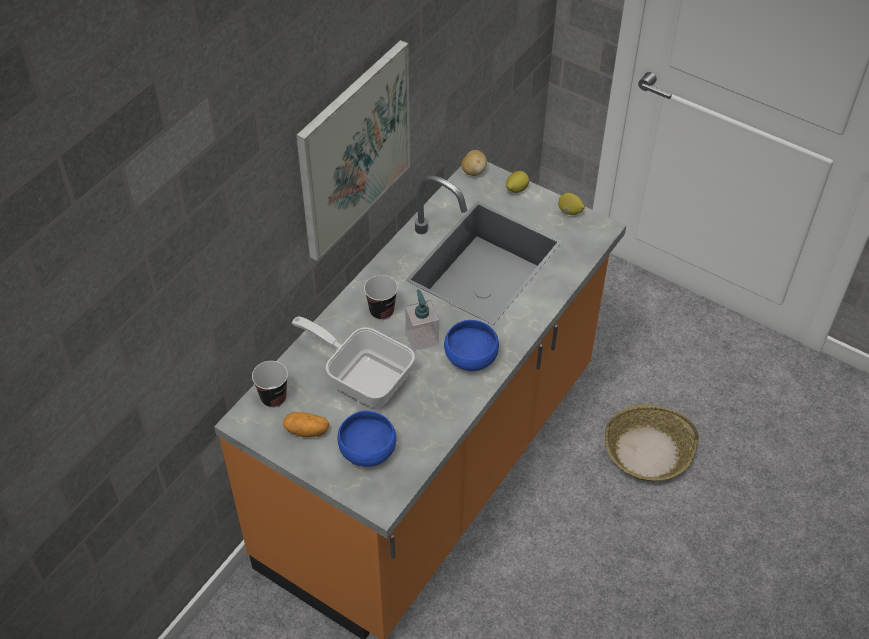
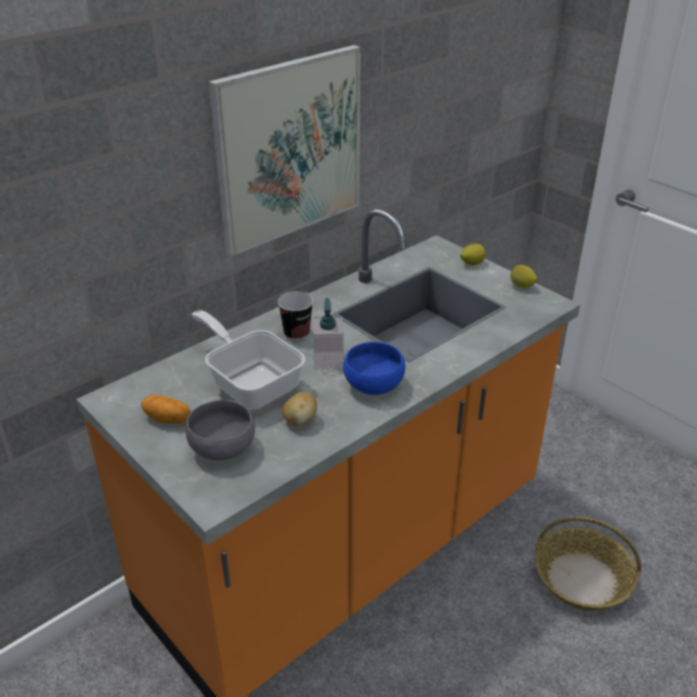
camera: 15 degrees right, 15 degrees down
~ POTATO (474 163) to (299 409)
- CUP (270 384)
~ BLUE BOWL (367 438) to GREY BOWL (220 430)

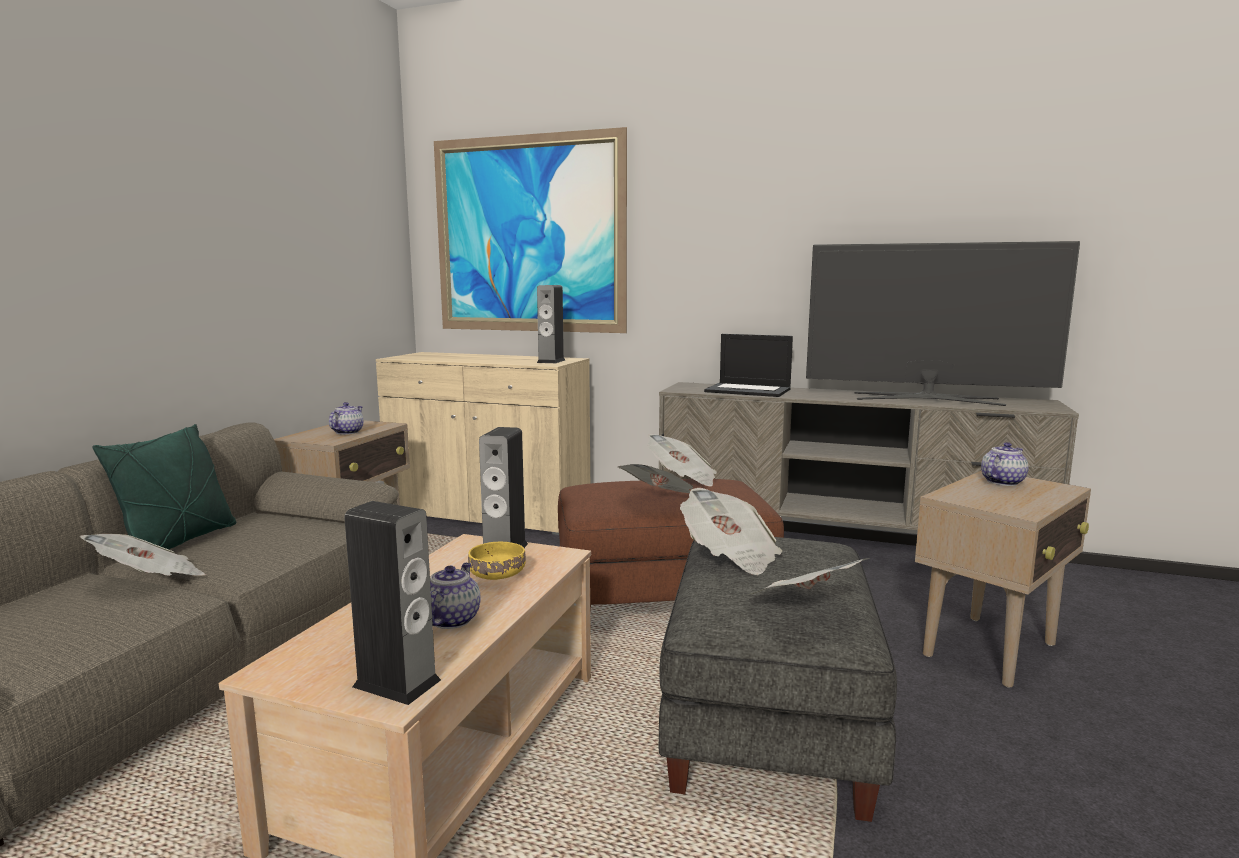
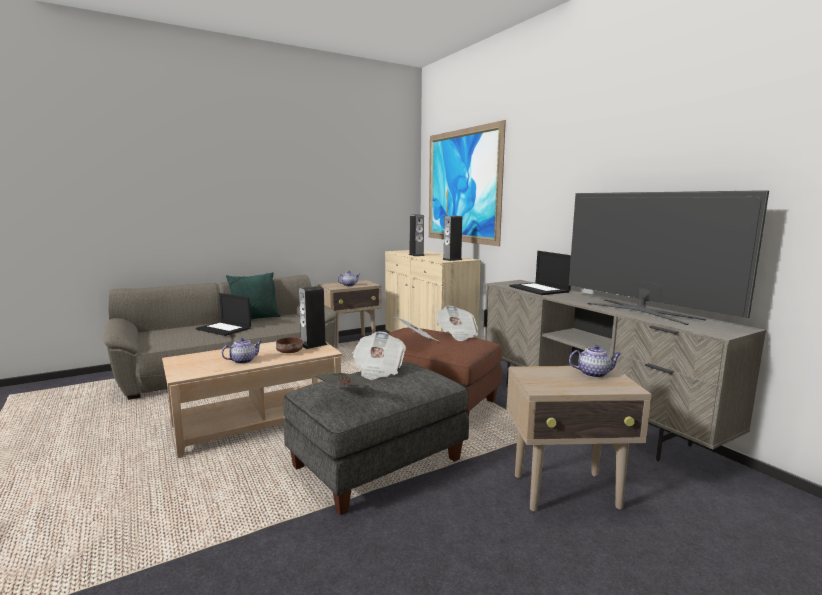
camera: 40 degrees right, 0 degrees up
~ SPEAKER (393 603) to (417 235)
~ NEWSPAPER (143 555) to LAPTOP (223 314)
~ YELLOW BOWL (497 560) to BROWN BOWL (289 345)

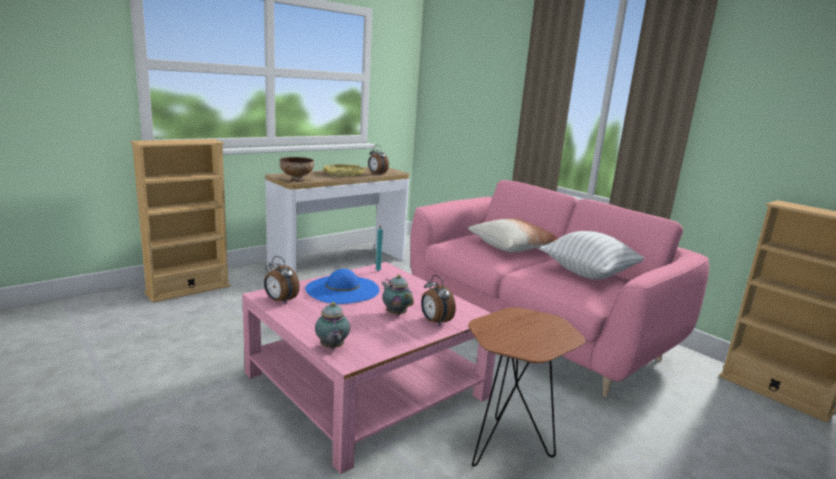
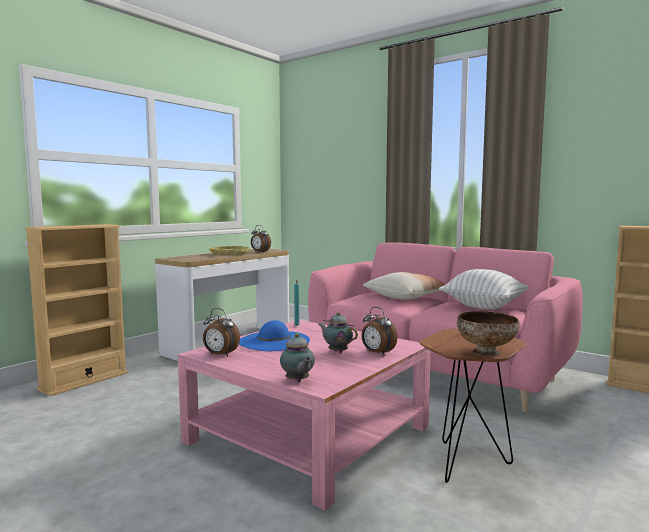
camera: 10 degrees left, 10 degrees down
~ BOWL (296 169) to (488 333)

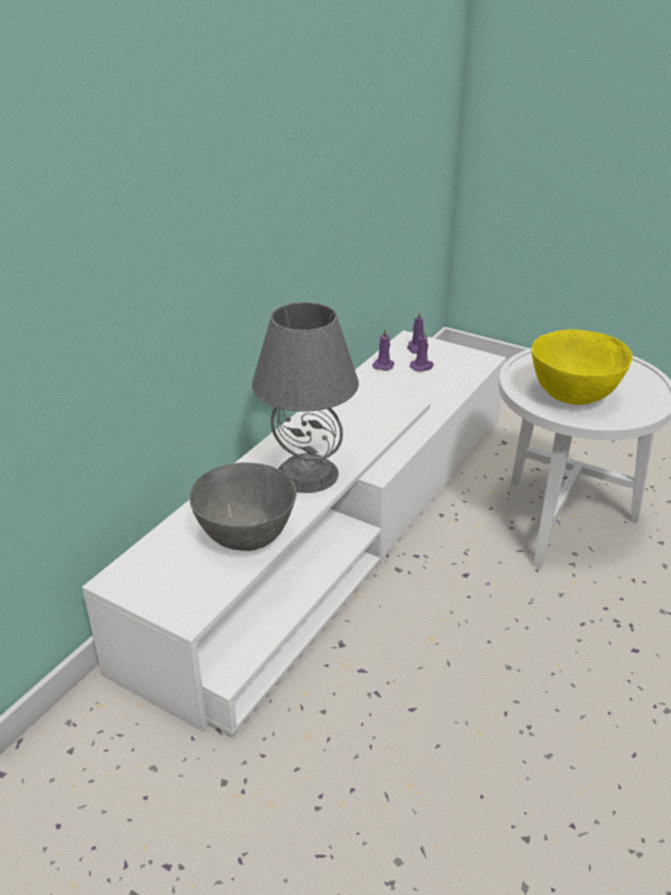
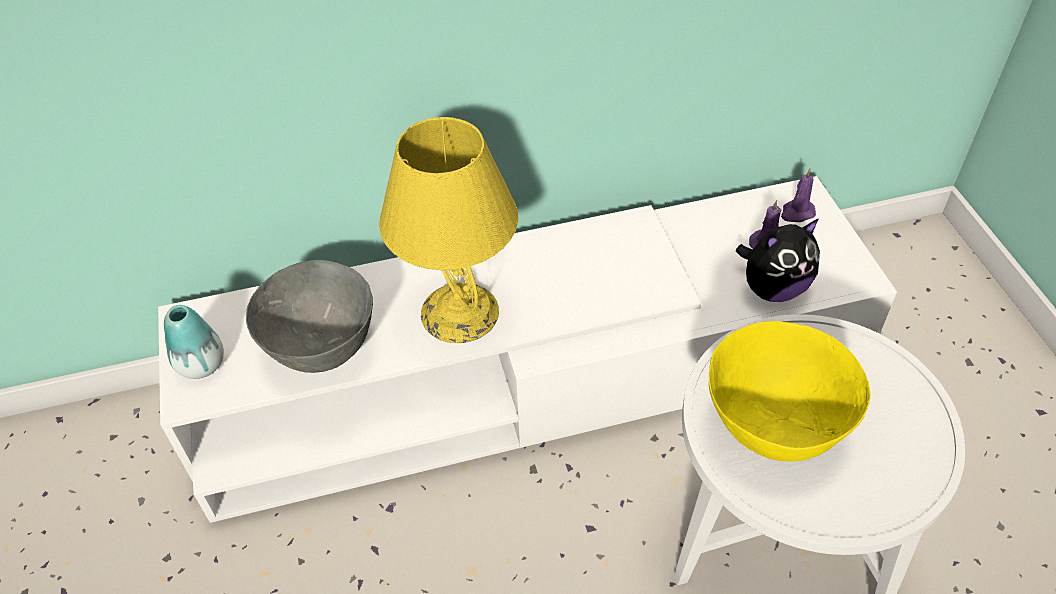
camera: 45 degrees right, 15 degrees up
~ GREY TABLE LAMP (305 397) to YELLOW TABLE LAMP (448 230)
- PURPLE CANDLE (383 350)
+ PLUSH TOY (778 260)
+ VASE (194 342)

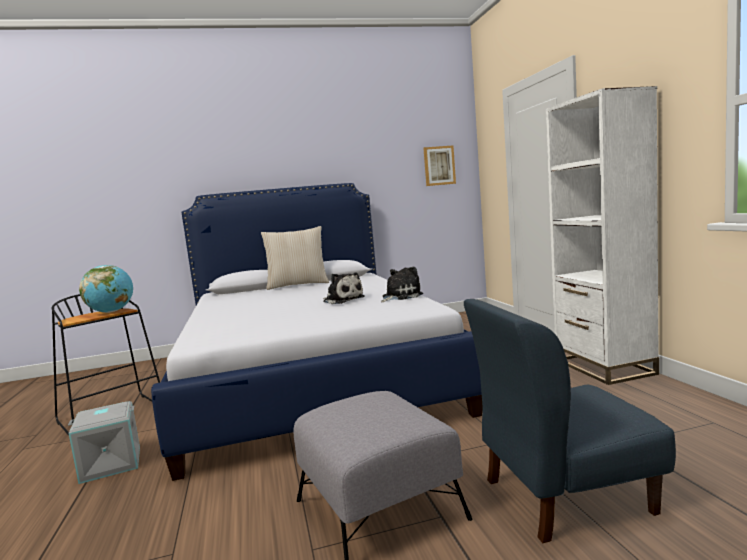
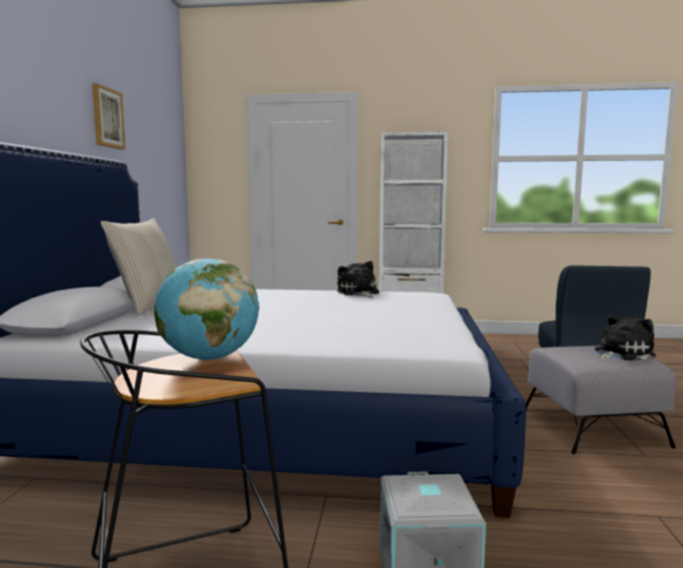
camera: 70 degrees left, 0 degrees up
~ PICTURE (439 165) to (109 116)
~ PLUSH TOY (343 288) to (625 338)

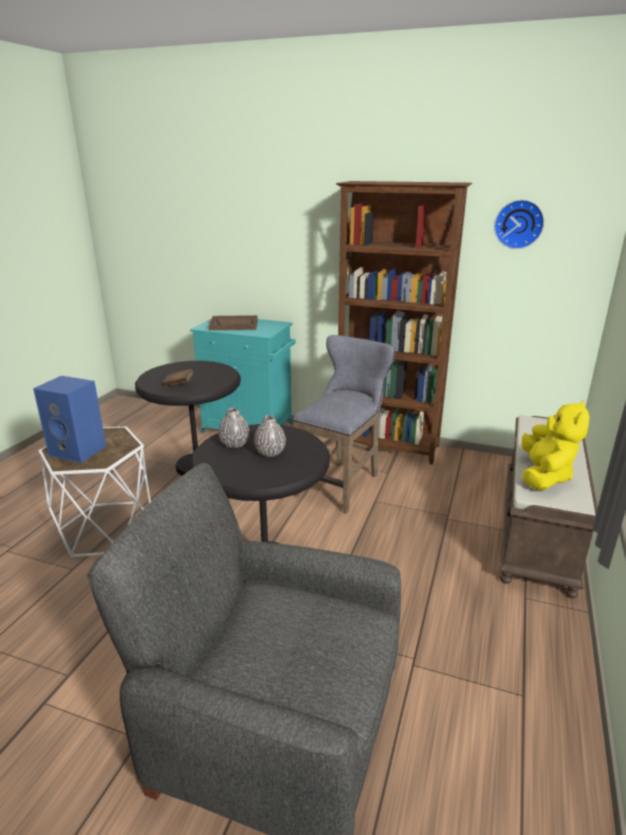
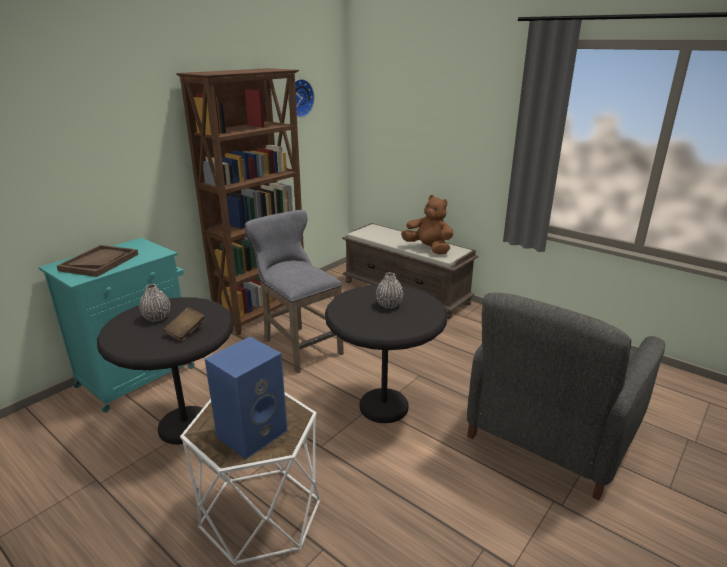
camera: 70 degrees left, 0 degrees up
~ YELLOW PLUSH TOY (556 445) to BROWN PLUSH TOY (427 224)
~ GREY VASE (234 428) to (154 303)

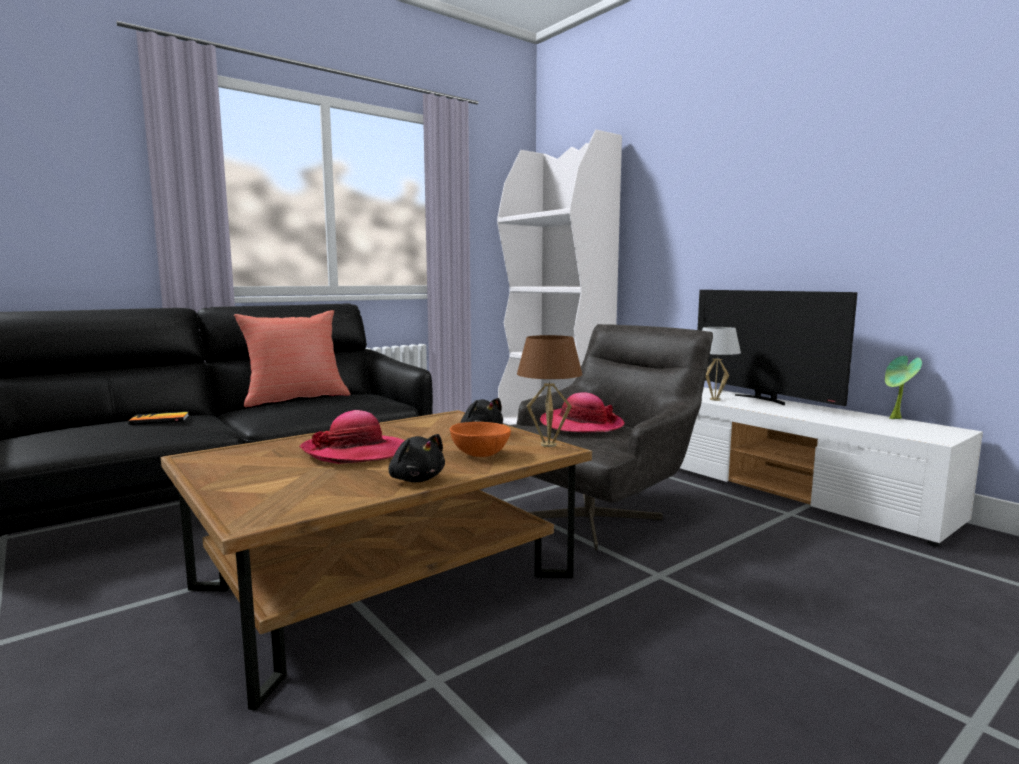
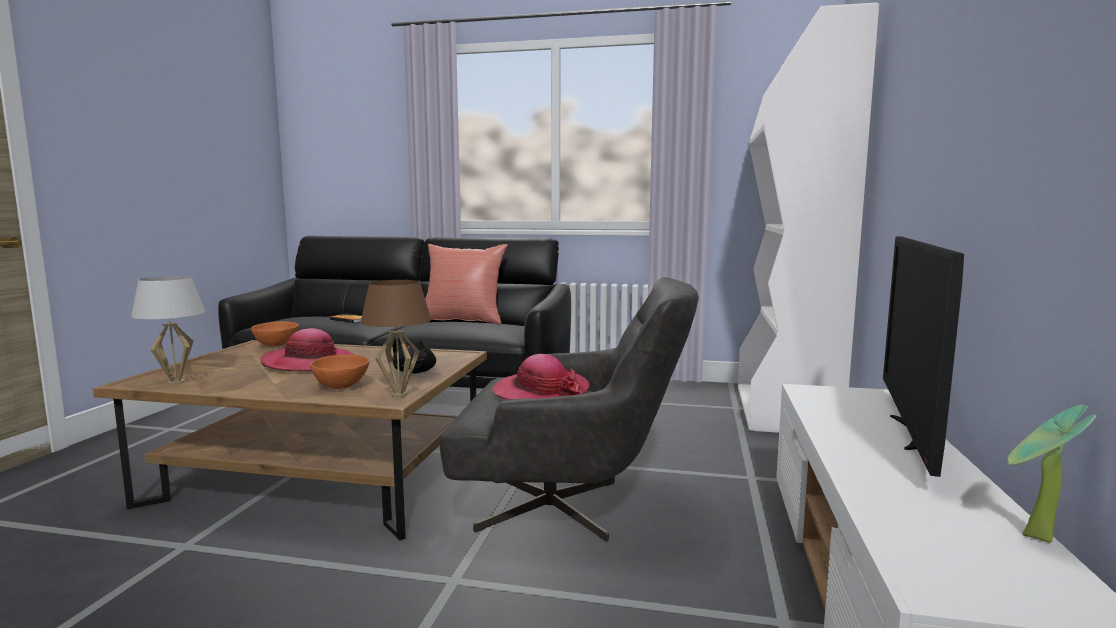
camera: 50 degrees right, 0 degrees up
~ WHITE TABLE LAMP (721 364) to (168 330)
- BLACK PLUSH TOY (417 458)
+ ORANGE BOWL (275 334)

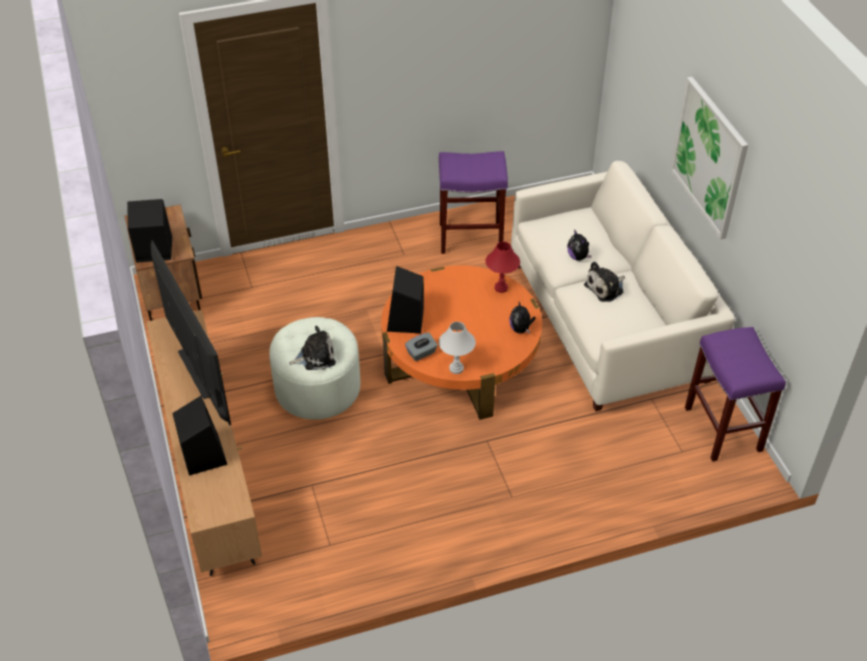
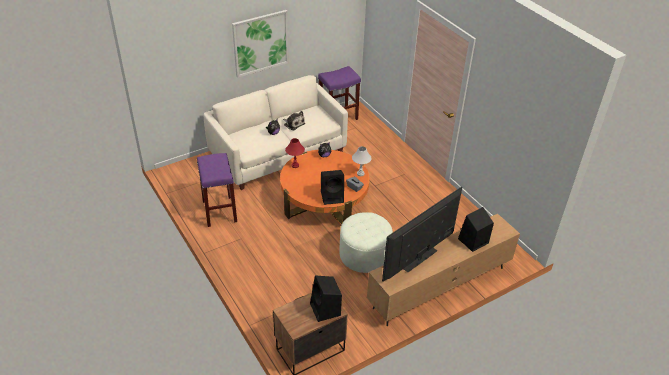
camera: 105 degrees left, 5 degrees down
- PLUSH TOY (312 348)

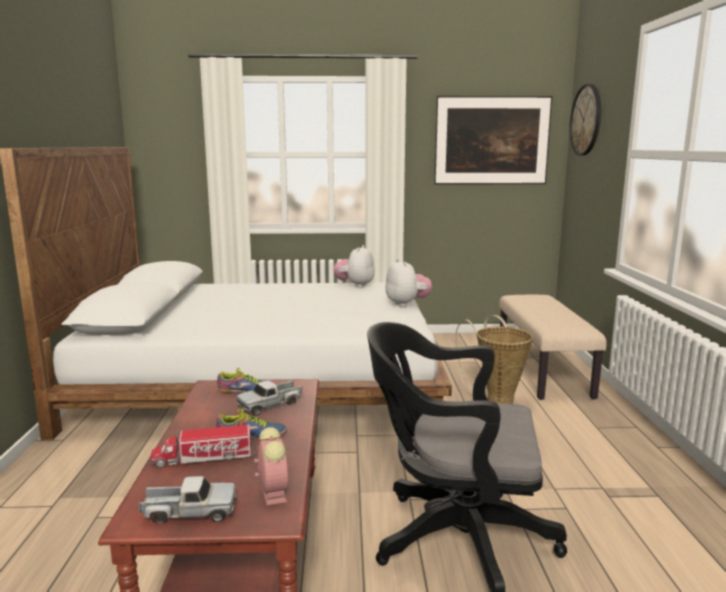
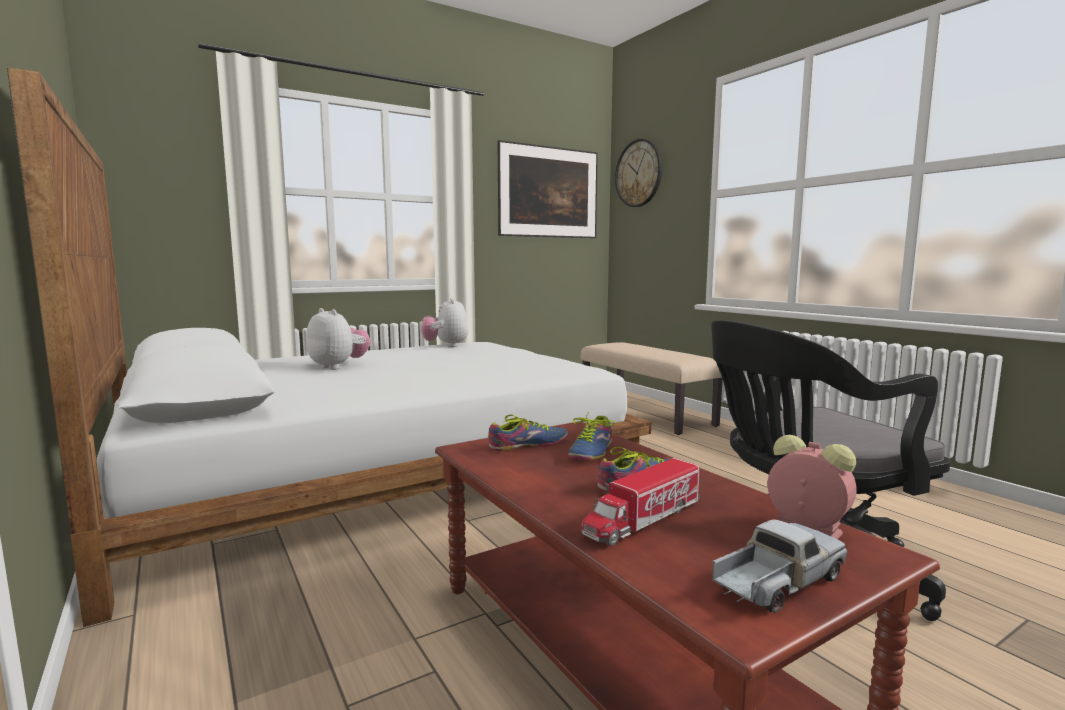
camera: 30 degrees left, 5 degrees down
~ PLUSH TOY (409 282) to (338 339)
- BASKET (494 359)
~ TOY TRUCK (269 398) to SHOE (591 435)

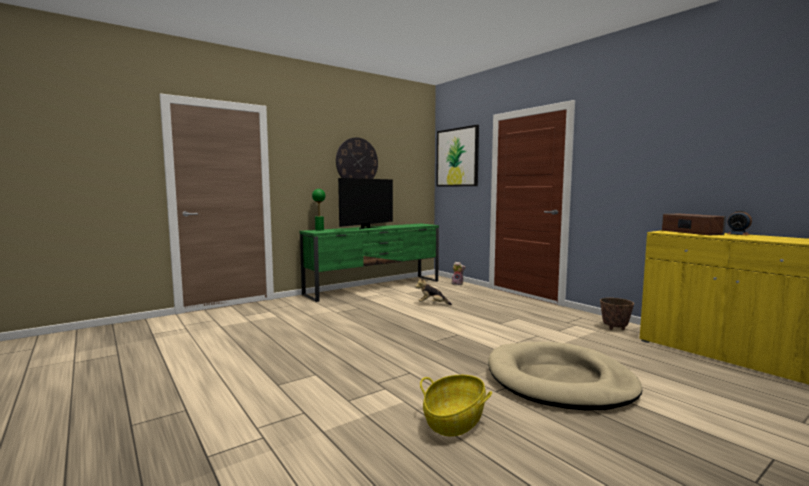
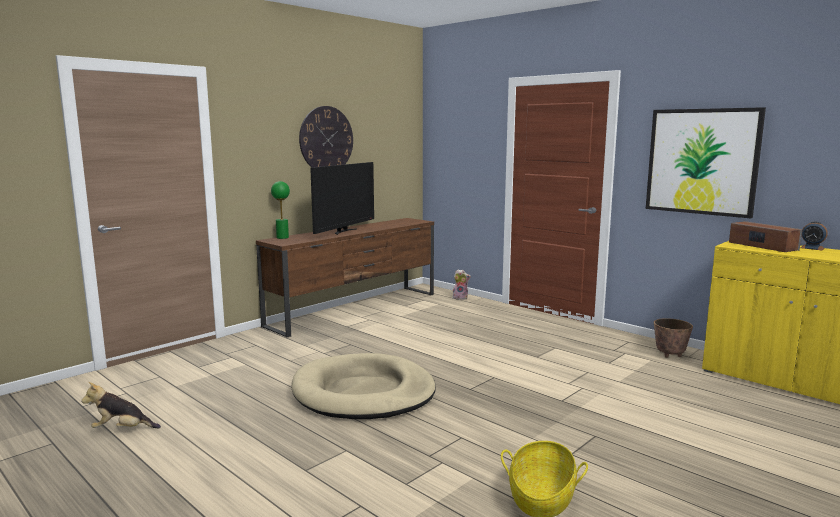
camera: 10 degrees left, 5 degrees up
~ PICTURE (457 156) to (706 162)
~ GREEN TV STAND (369 263) to BROWN TV STAND (345 278)
~ PLUSH TOY (433 291) to (121 405)
~ BEIGE DOG BED (565 376) to (364 386)

